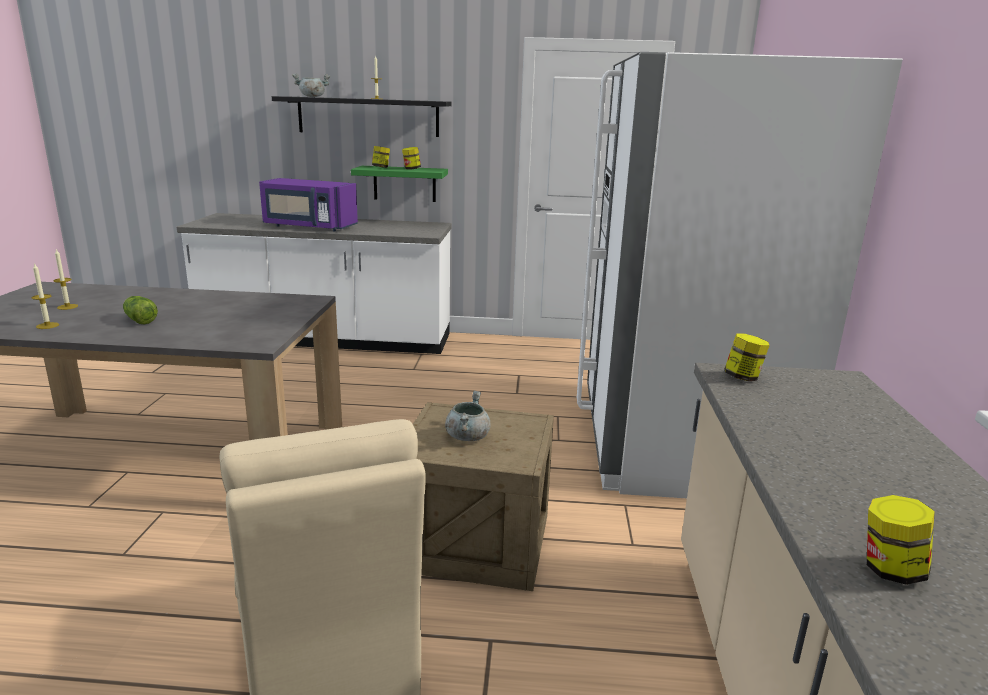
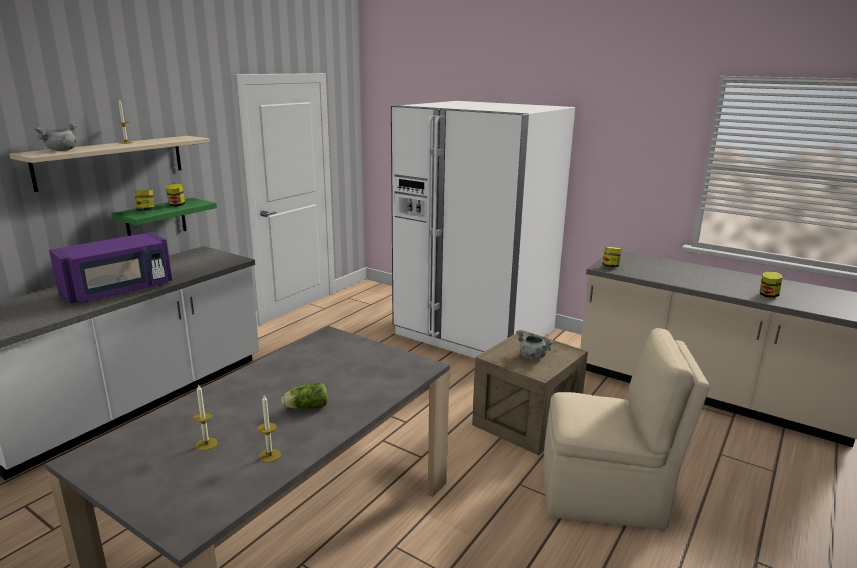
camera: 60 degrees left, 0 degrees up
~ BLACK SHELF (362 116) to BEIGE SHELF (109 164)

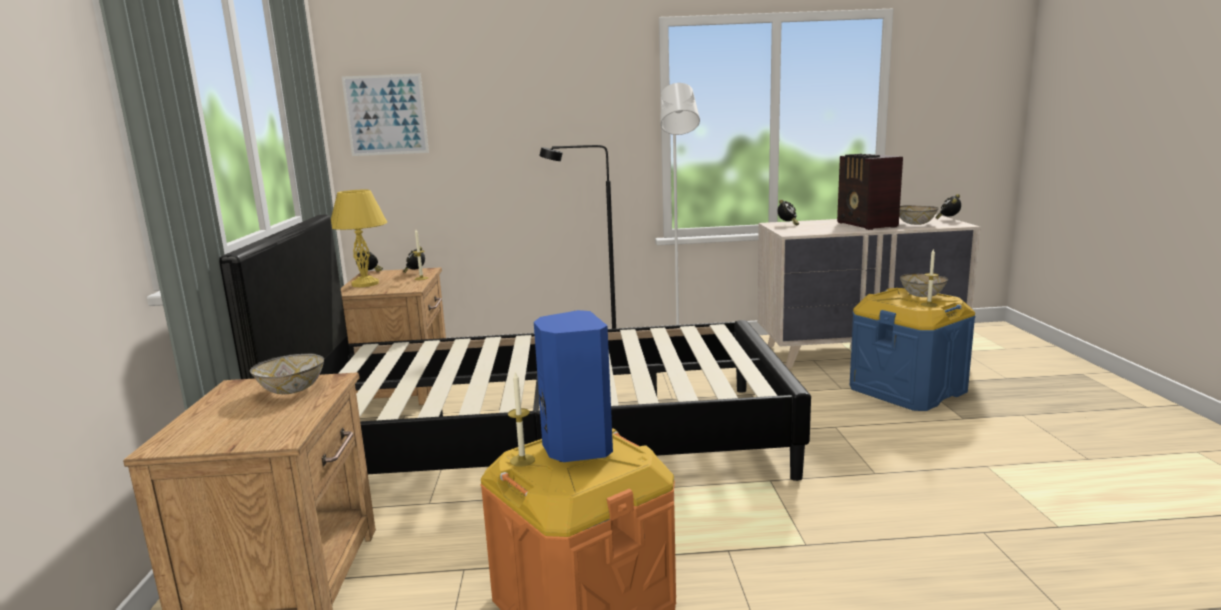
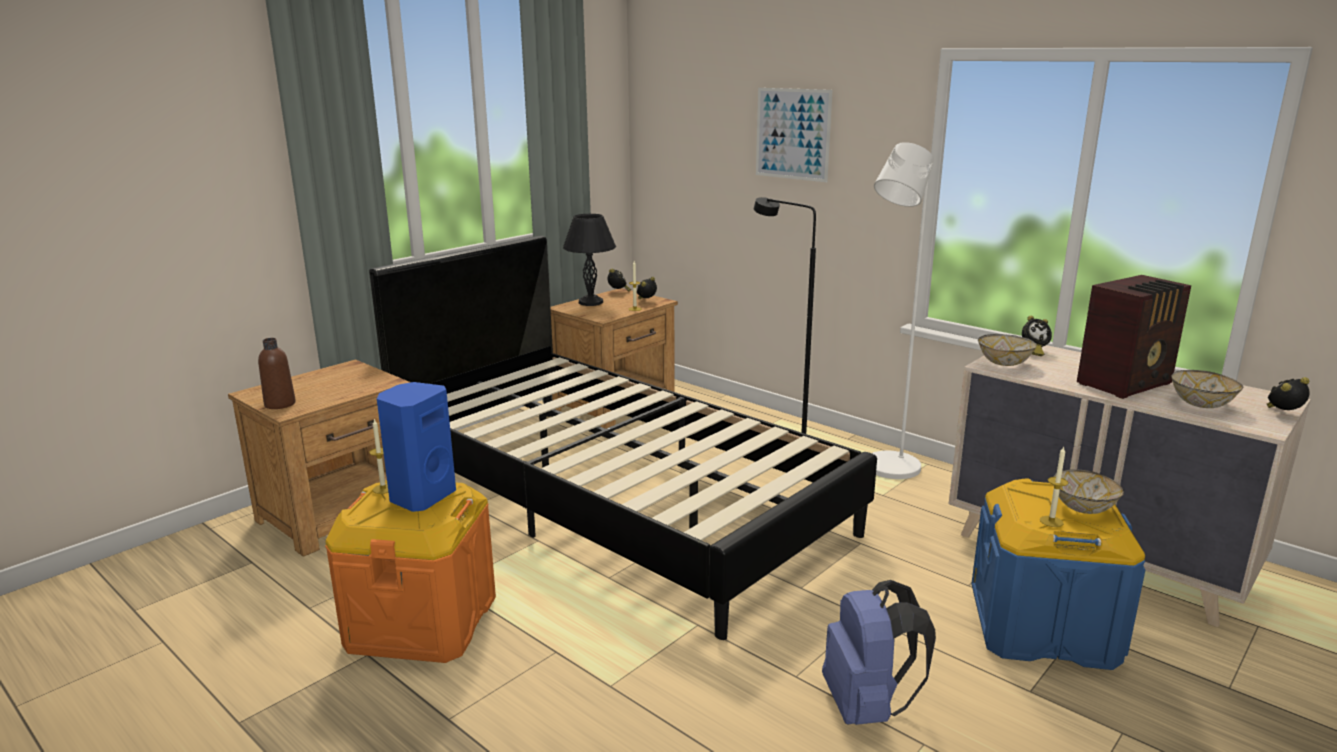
camera: 45 degrees right, 5 degrees up
~ PICTURE (385 114) to (794 135)
~ RADIO (870 192) = (1134 337) 150 degrees counterclockwise
~ YELLOW TABLE LAMP (359 238) to BLACK TABLE LAMP (589 260)
~ BOWL (287 373) to (1007 350)
+ BROWN BOTTLE (277 373)
+ BLUE BACKPACK (879 652)

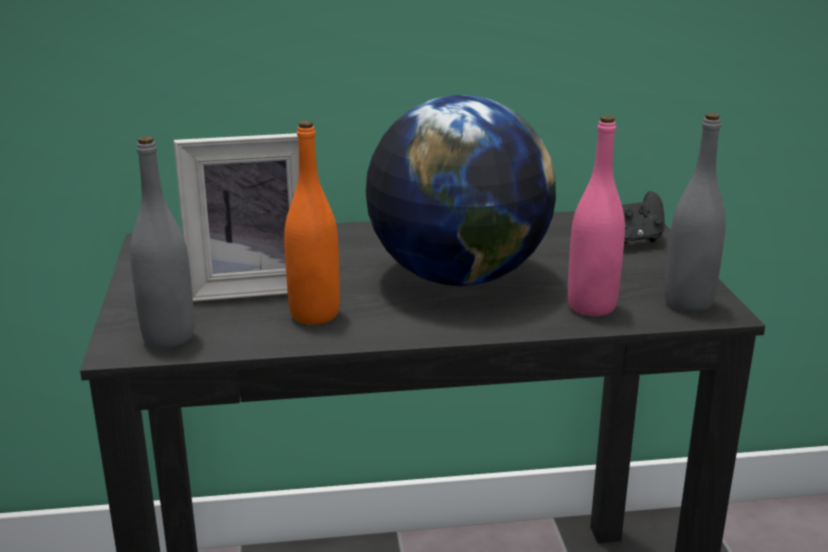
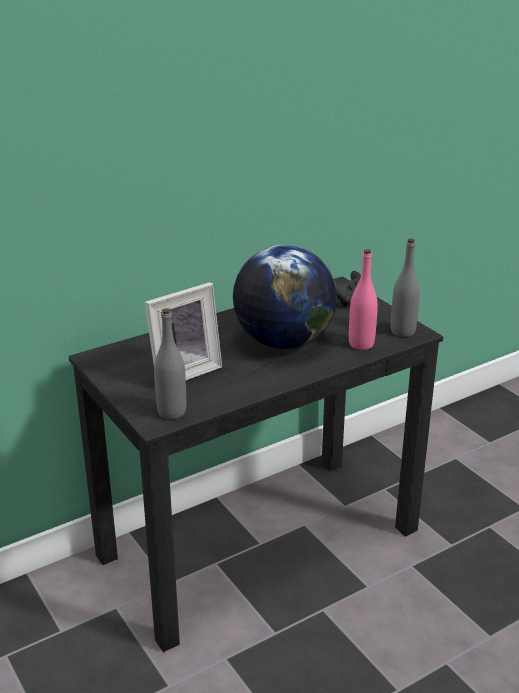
camera: 25 degrees left, 5 degrees up
- ORANGE BOTTLE (312 222)

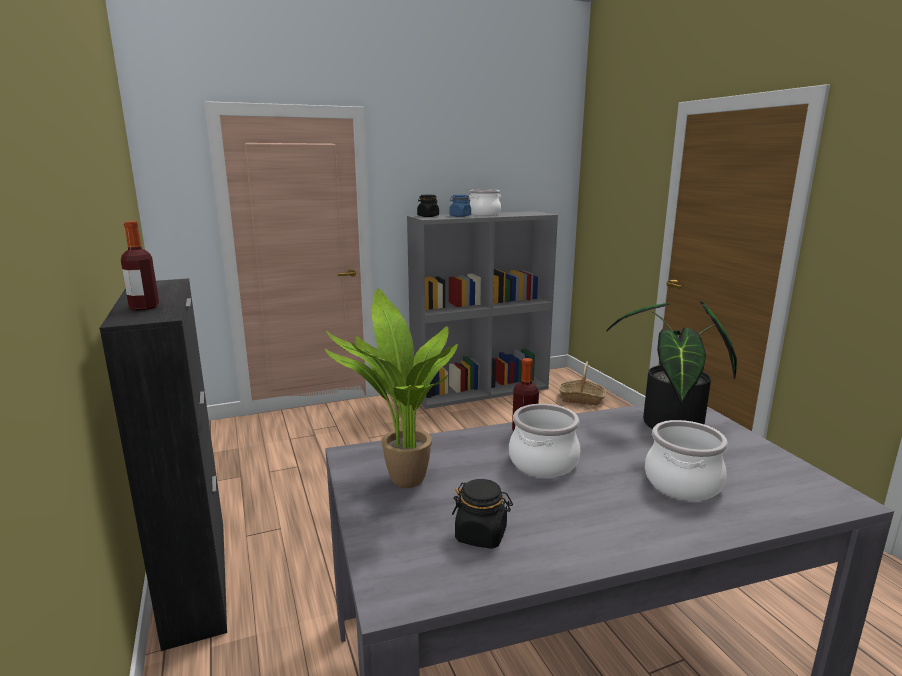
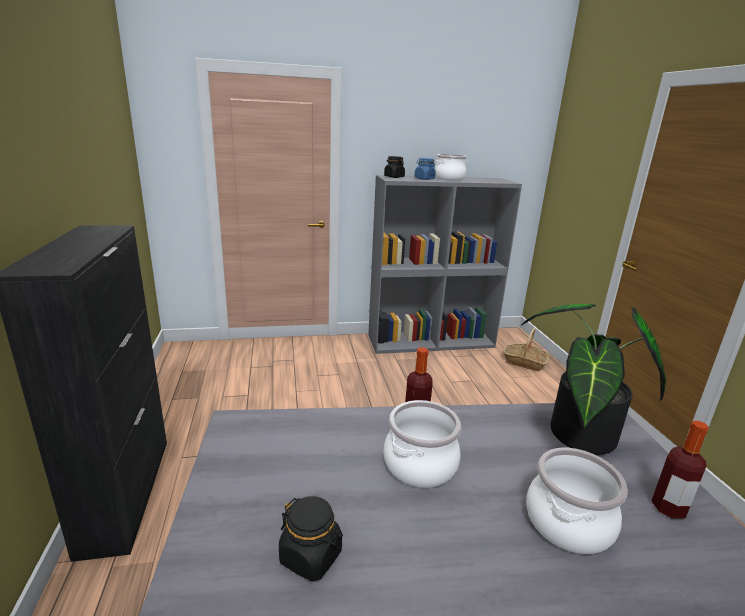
camera: 10 degrees right, 5 degrees up
~ BOTTLE (140 265) to (680 470)
- POTTED PLANT (391 388)

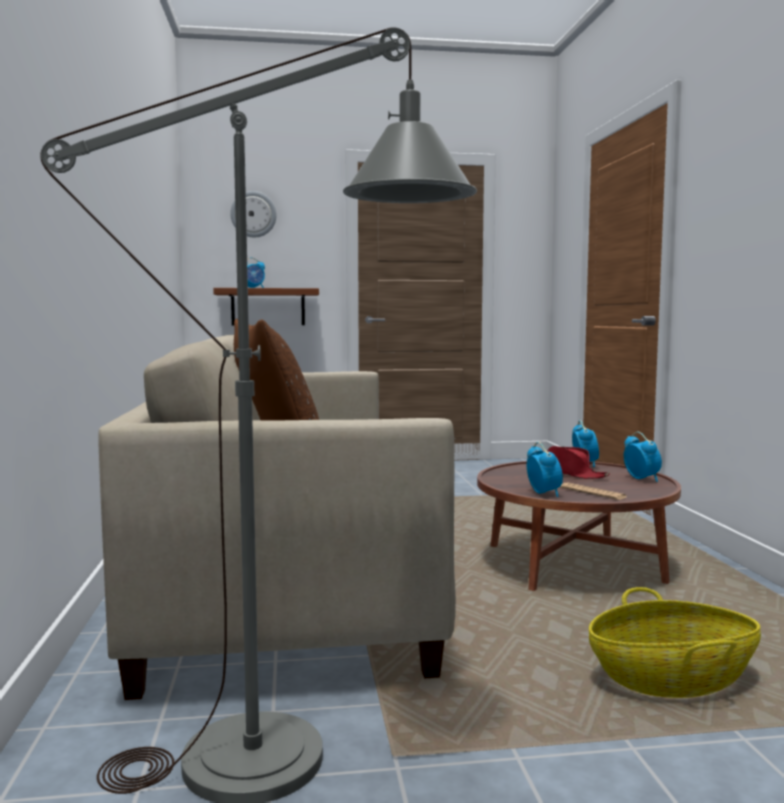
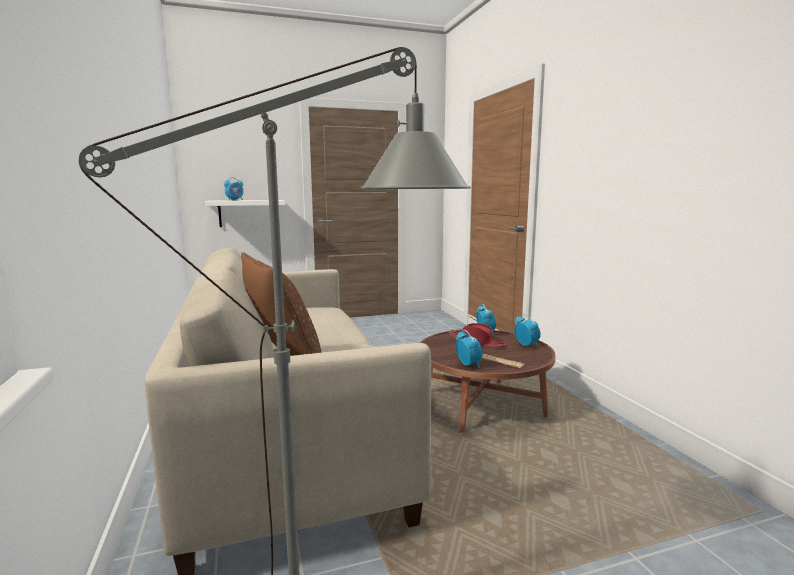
camera: 10 degrees left, 5 degrees up
- WALL CLOCK (253 214)
~ BROWN SHELF (266 306) to WHITE SHELF (245 213)
- BASKET (675 642)

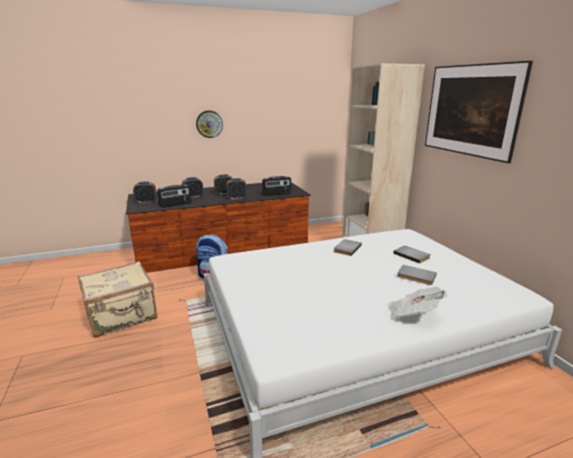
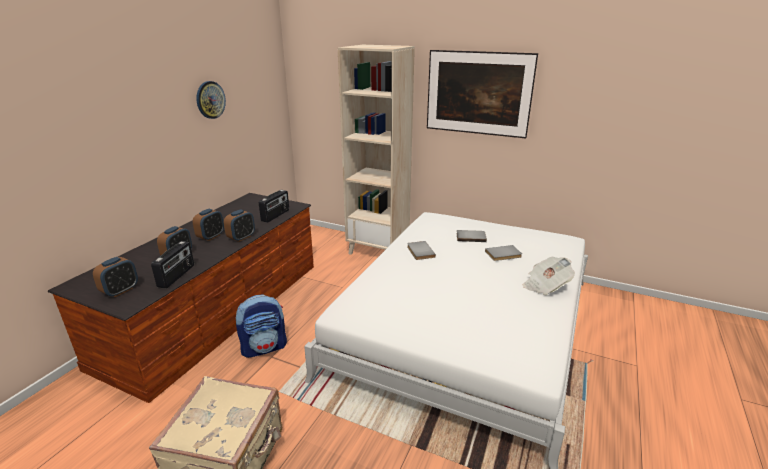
camera: 45 degrees left, 5 degrees up
~ WALL CLOCK (209 124) to (211 100)

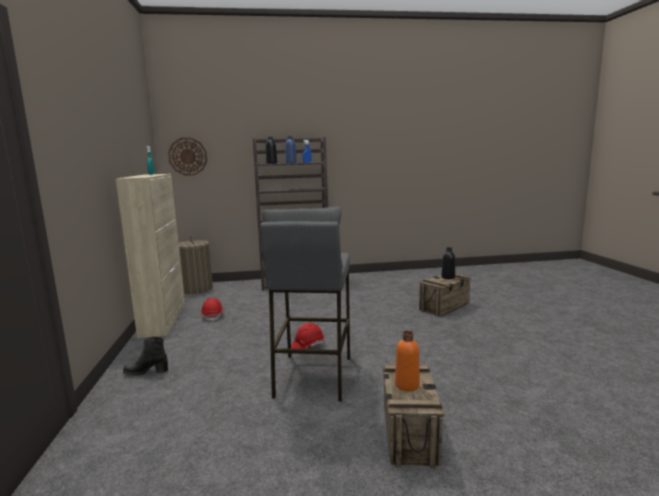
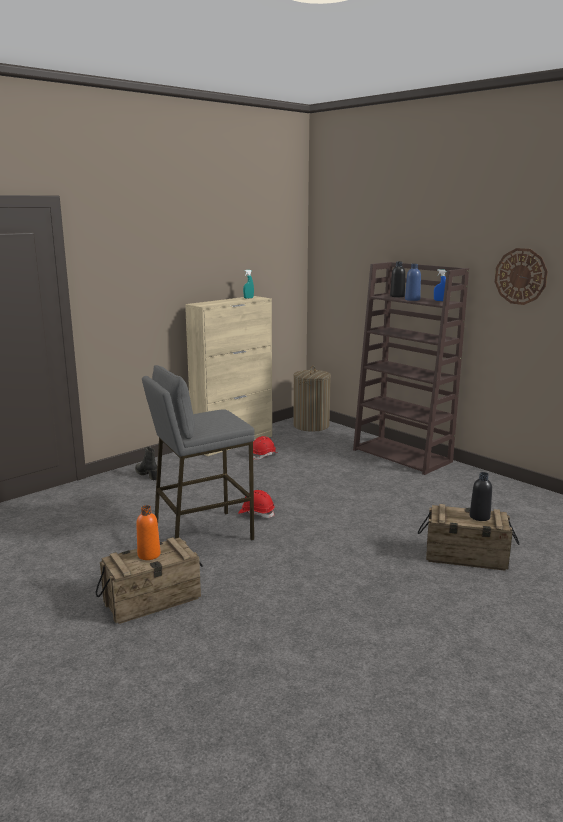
camera: 55 degrees right, 5 degrees up
~ WALL CLOCK (187 157) to (521 276)

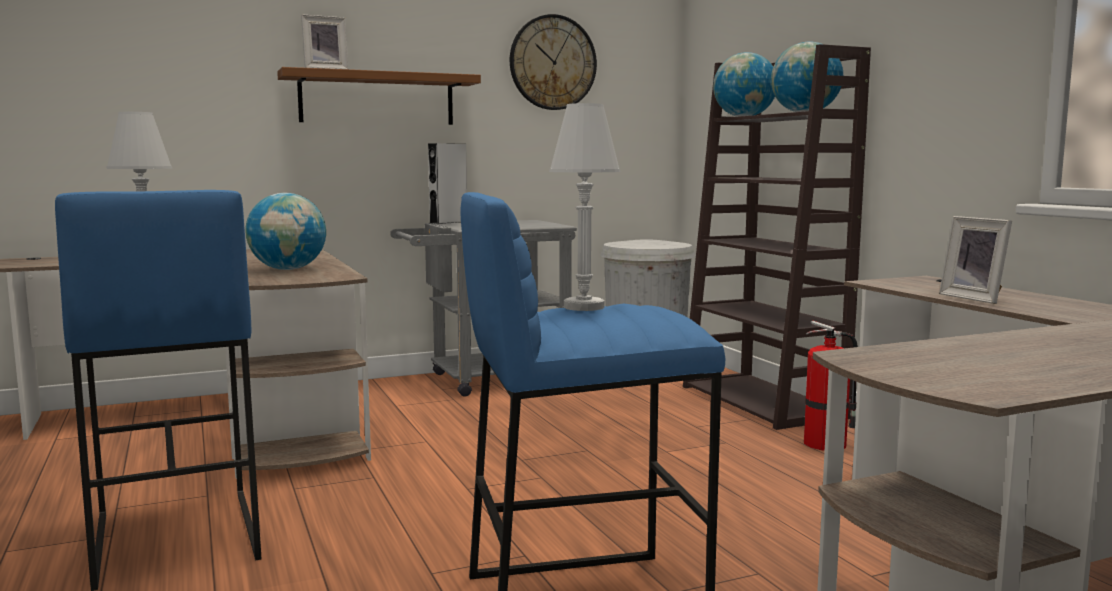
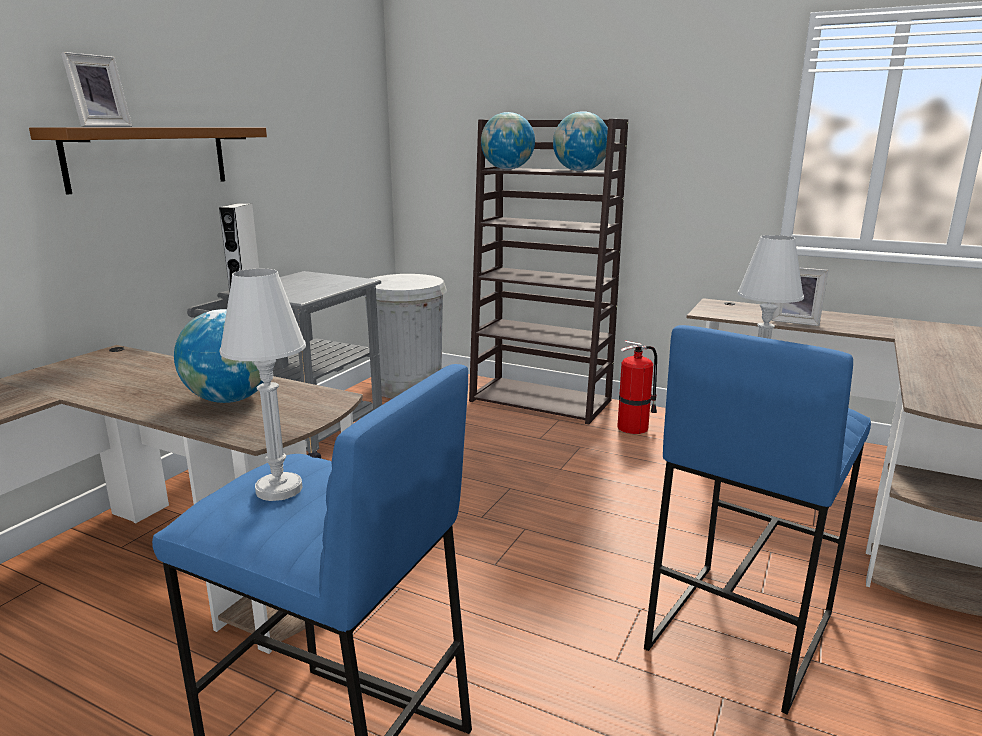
camera: 40 degrees left, 10 degrees up
- WALL CLOCK (553 62)

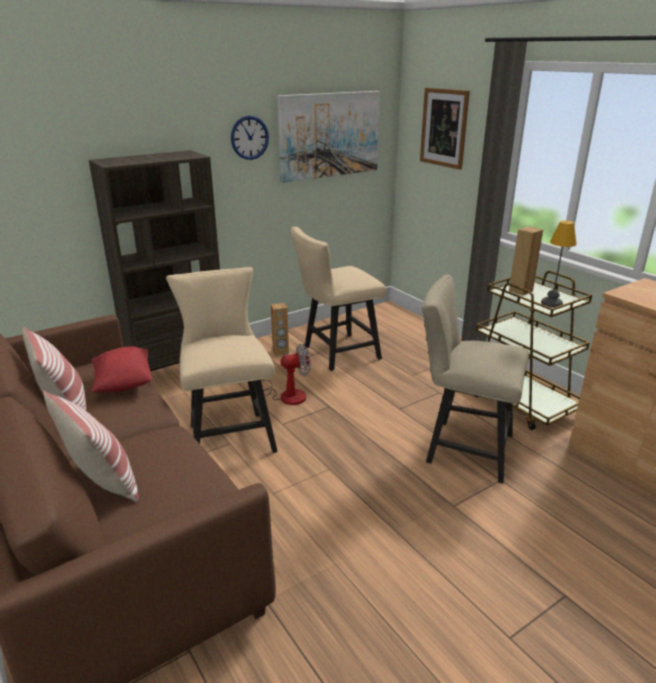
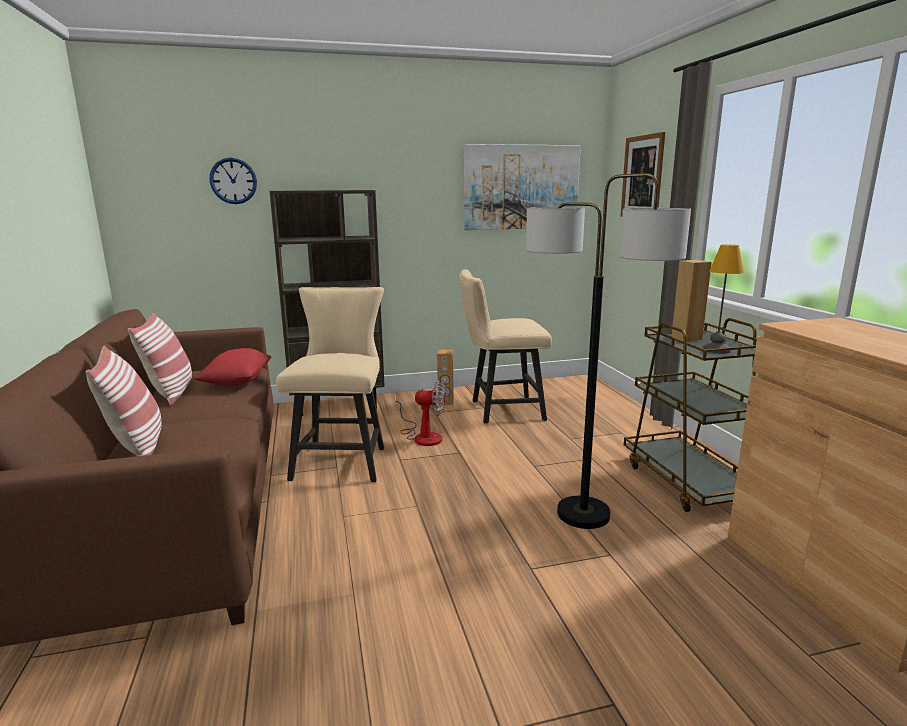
camera: 20 degrees right, 10 degrees down
~ WALL CLOCK (250 138) to (233 181)
~ BEIGE CHAIR (475 379) to FLOOR LAMP (608 351)

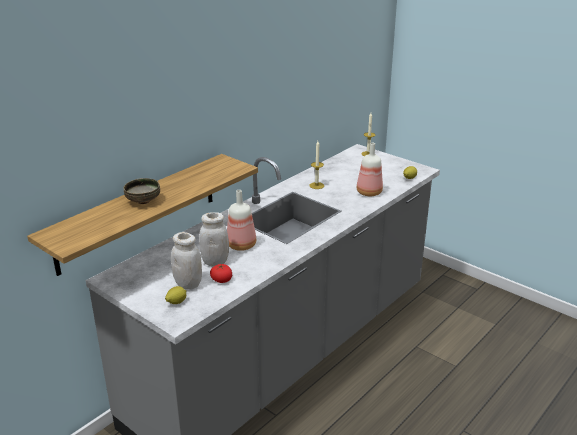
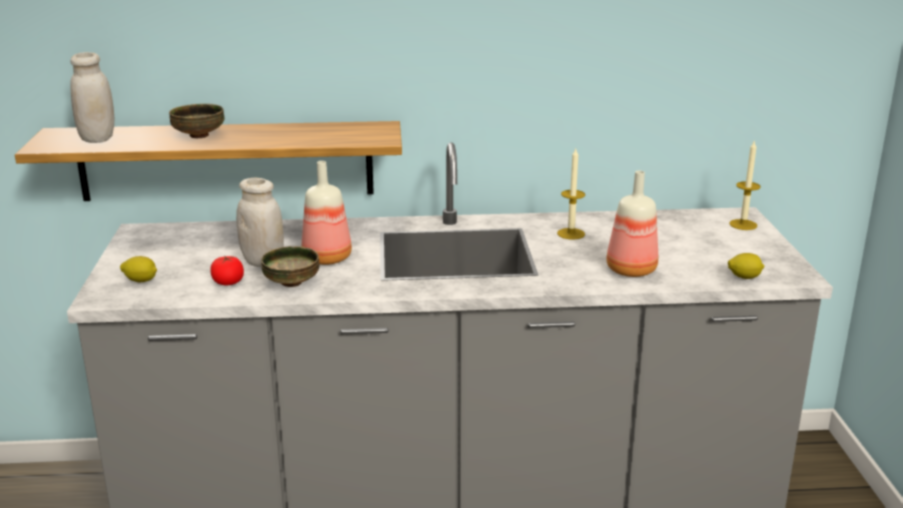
camera: 45 degrees right, 5 degrees down
~ WHITE JAR (186 261) to (92 97)
+ BOWL (290 266)

